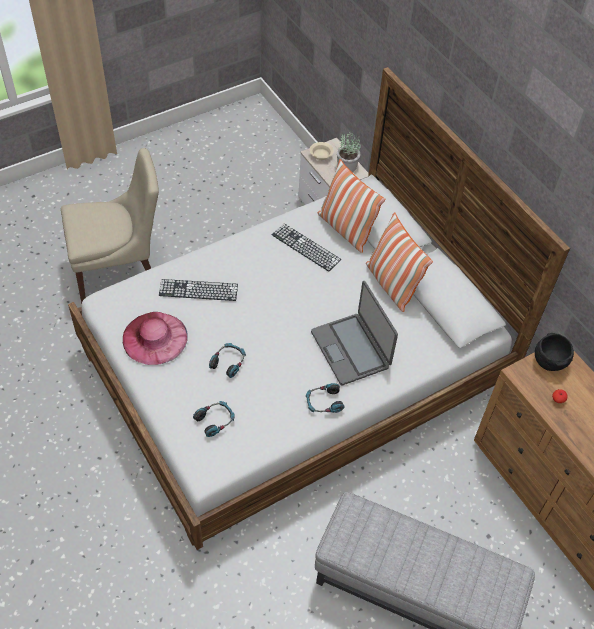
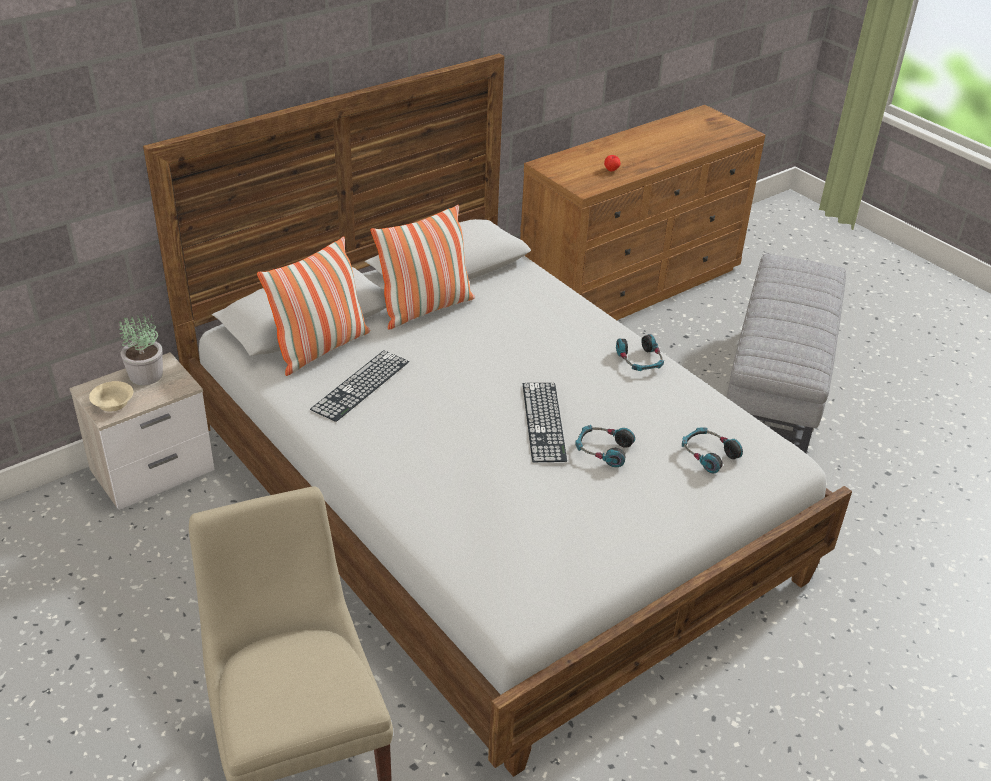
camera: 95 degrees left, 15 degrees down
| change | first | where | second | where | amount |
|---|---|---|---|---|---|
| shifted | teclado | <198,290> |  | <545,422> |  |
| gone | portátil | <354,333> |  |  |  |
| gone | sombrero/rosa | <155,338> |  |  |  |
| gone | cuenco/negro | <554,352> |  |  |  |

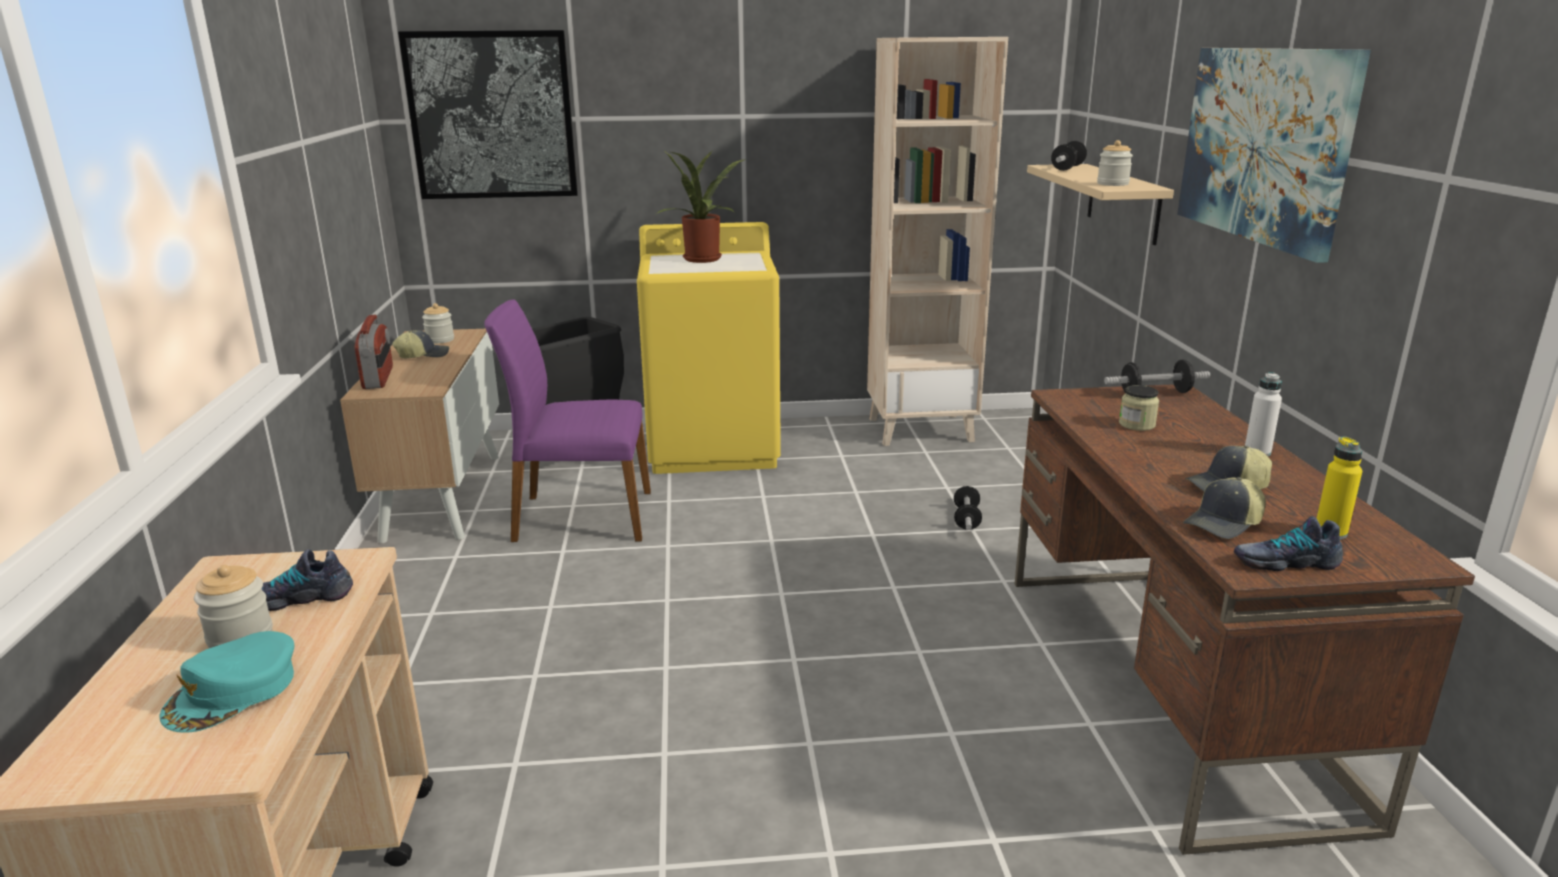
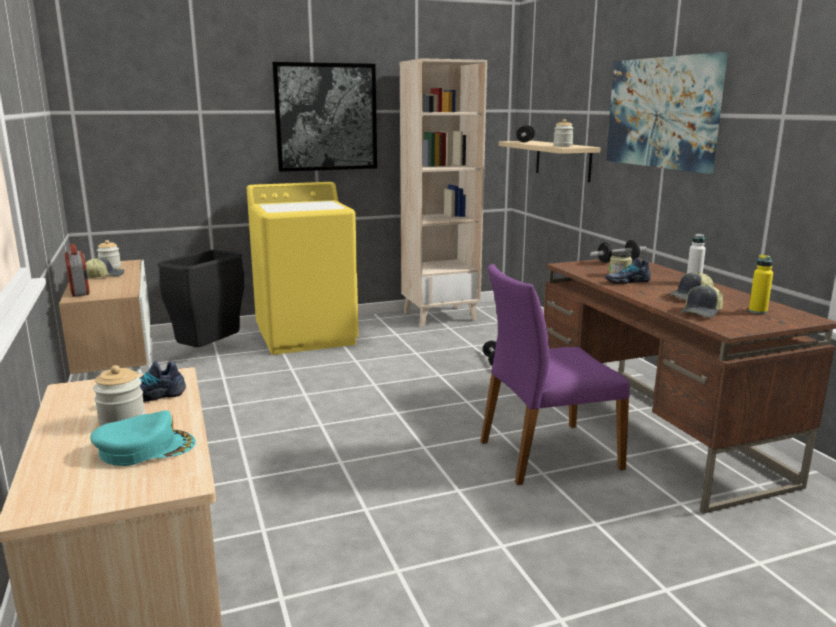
camera: 15 degrees left, 5 degrees down
| change | first | where | second | where | amount |
|---|---|---|---|---|---|
| shifted | cuadro | <488,114> |  | <324,117> |  |
| gone | planta en maceta | <701,206> |  |  |  |
| shifted | silla/morado | <567,420> |  | <555,374> |  |
| shifted | zapato | <1288,543> |  | <628,271> |  |
| rotated | gorra/turquesa | <227,682> |  | <143,438> | 120 degrees counterclockwise |

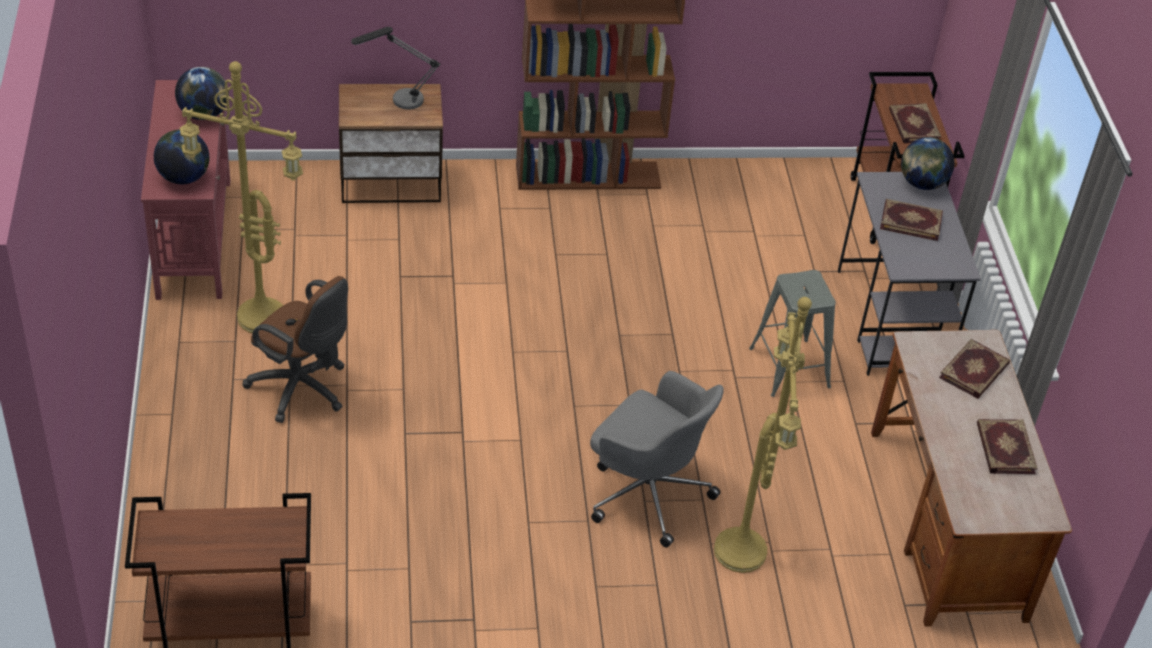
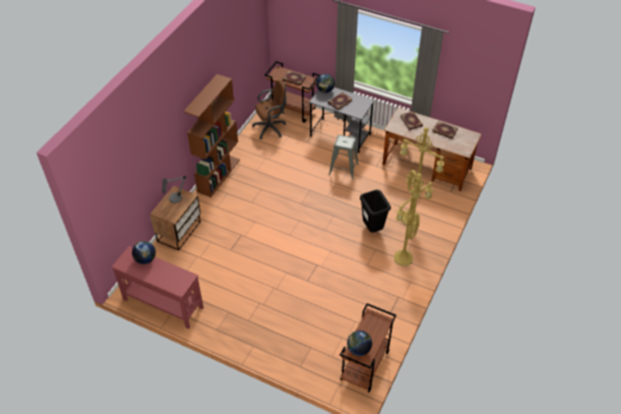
camera: 55 degrees left, 5 degrees up
| change | first | where | second | where | amount |
|---|---|---|---|---|---|
| shifted | lámpara de pie/amarillo | <241,197> |  | <413,219> |  |
| shifted | globo terráqueo | <181,156> |  | <359,343> |  |
| shifted | silla de oficina/marrón | <295,349> |  | <269,110> |  |
| swapped | silla de oficina/gris | <657,459> | papelera/negro | <375,211> |  |

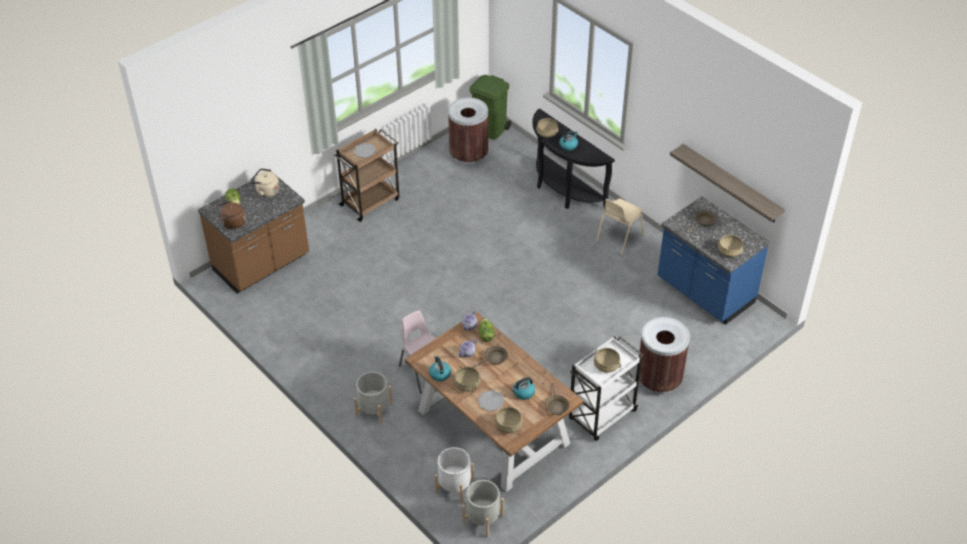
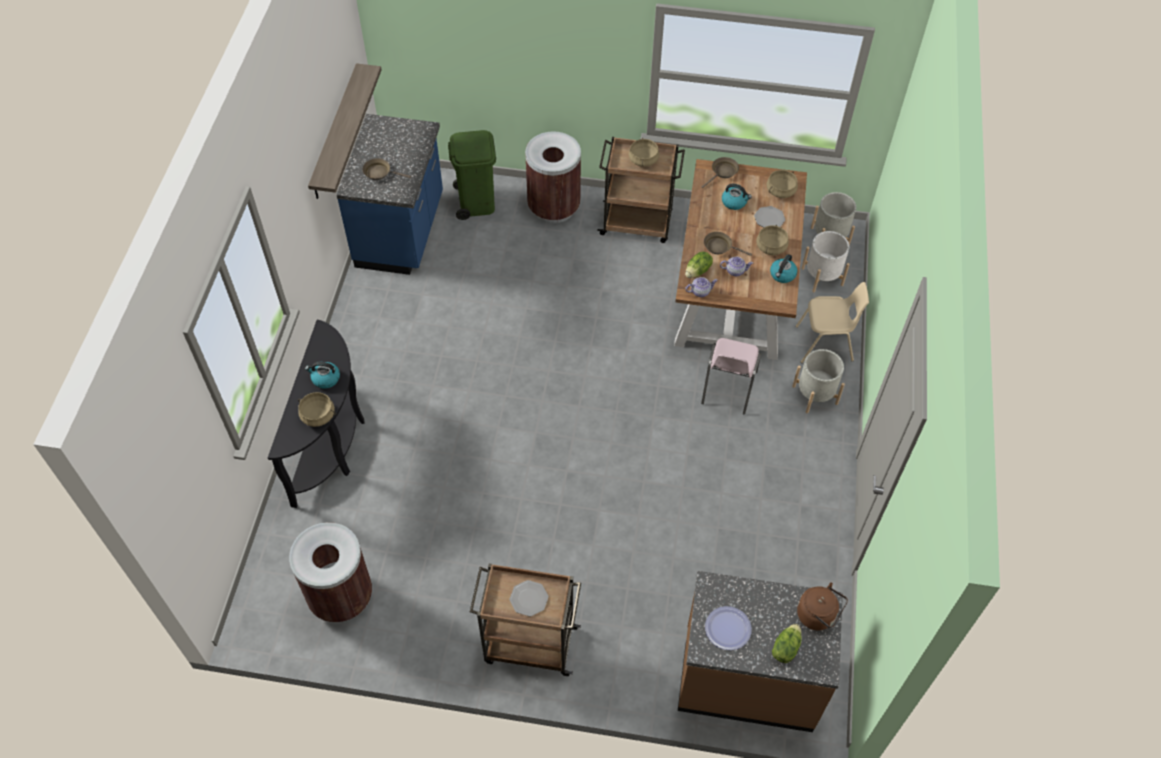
camera: 130 degrees left, 10 degrees up
| change | first | where | second | where | amount |
|---|---|---|---|---|---|
| shifted | papelera/verde | <490,107> |  | <472,175> |  |
| swapped | hervidor/beis | <264,183> | plato | <728,628> |  |
| shifted | silla/beis | <620,227> |  | <832,322> |  |
| gone | olla/beis | <730,246> |  |  |  |
| repainted | carrito/blanco | <606,388> | carrito/marrón | <641,190> |  |

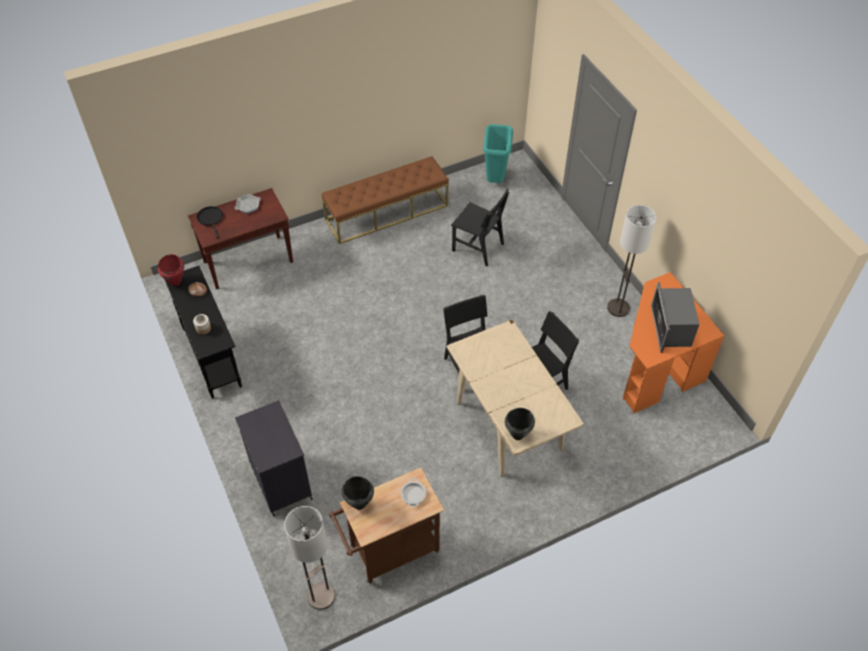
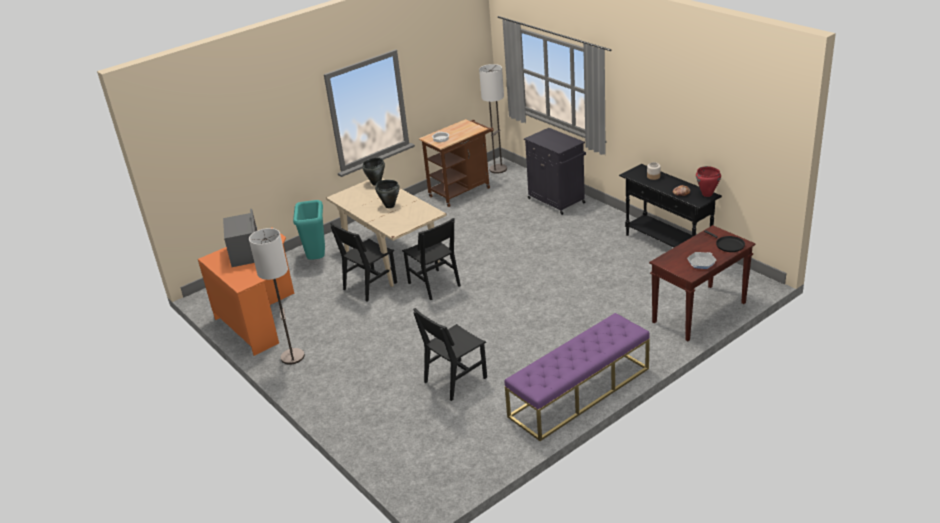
camera: 170 degrees right, 20 degrees down
| change | first | where | second | where | amount |
|---|---|---|---|---|---|
| shifted | papelera/turquesa | <498,153> |  | <309,230> |  |
| repainted | banco/marrón | <385,200> | banco/morado | <577,377> |  |
| rotated | silla/negro | <480,227> |  | <450,354> | 60 degrees counterclockwise |
| shifted | olla/negro | <357,493> |  | <387,194> |  |

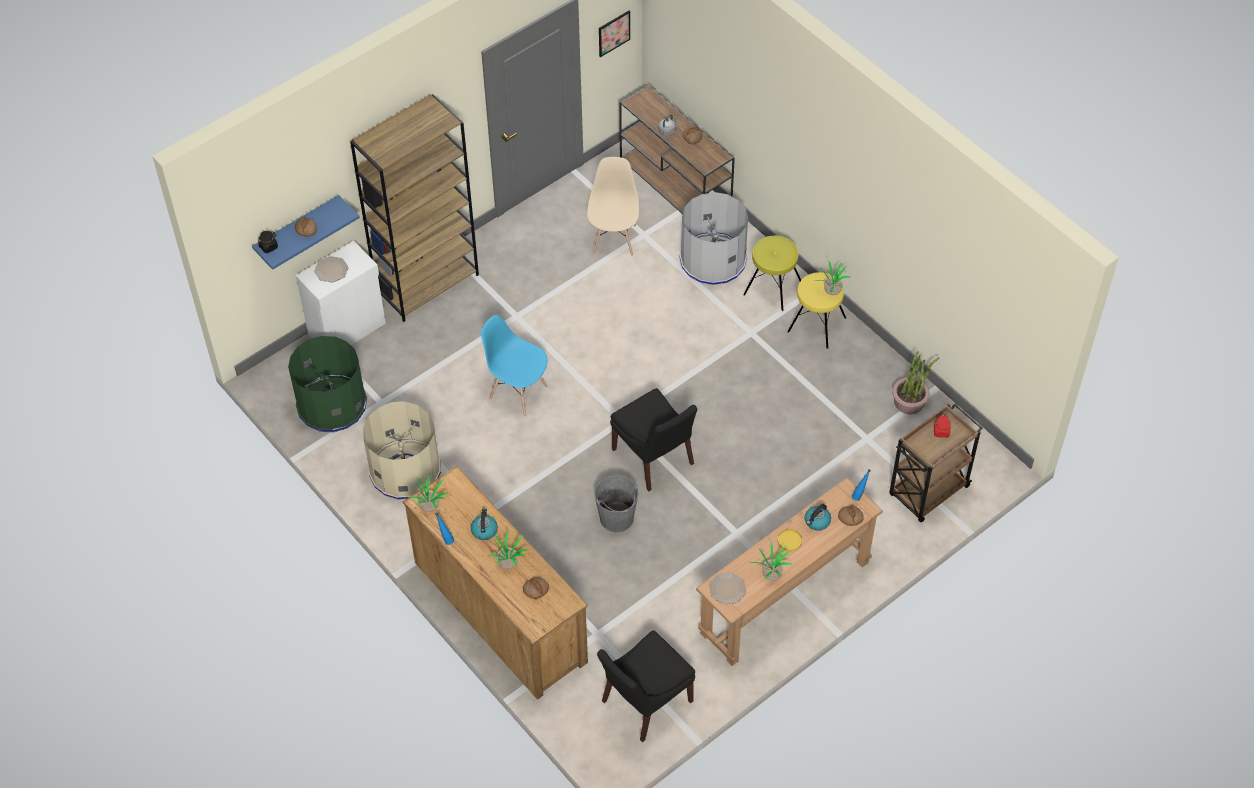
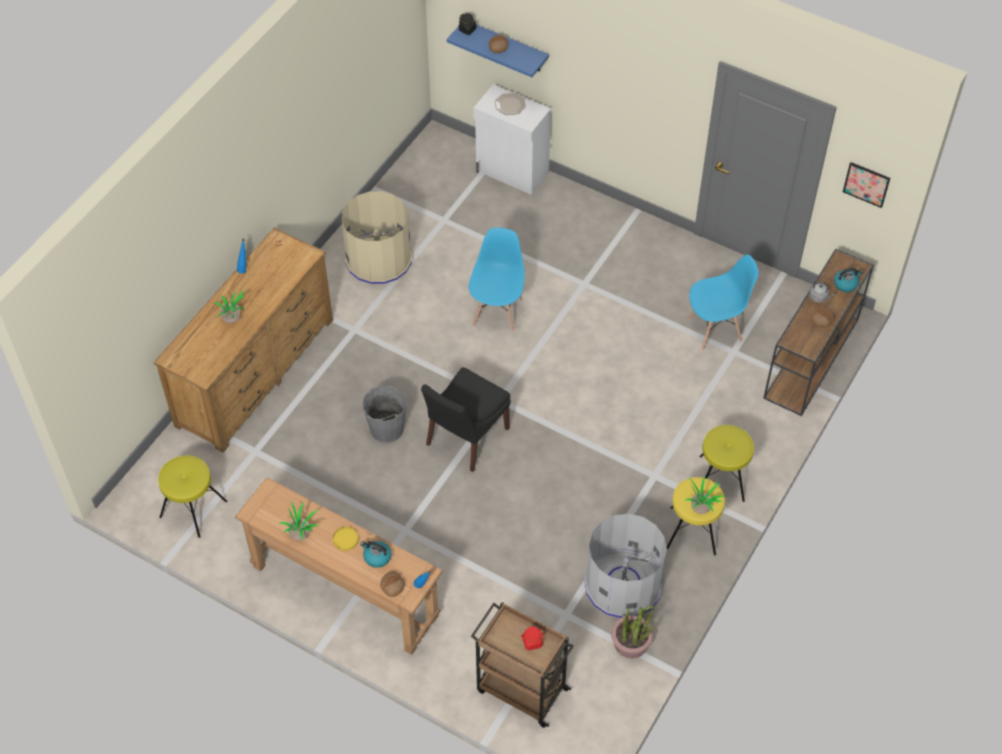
camera: 70 degrees right, 0 degrees up
| change | first | where | second | where | amount |
|---|---|---|---|---|---|
| gone | estantería/marrón | <414,208> |  |  |  |
| repainted | silla/beis | <613,206> | silla/azul | <723,303> |  |
| shifted | papelera/gris | <713,238> |  | <625,566> |  |
| gone | papelera/verde | <327,384> |  |  |  |
| gone | planta en maceta | <429,493> |  |  |  |
| shifted | hervidor | <484,524> |  | <848,280> |  |
| gone | plato | <727,588> |  |  |  |
| gone | pan | <536,588> |  |  |  |
| swapped | silla/negro | <646,686> | taburete/amarillo | <192,496> |  |

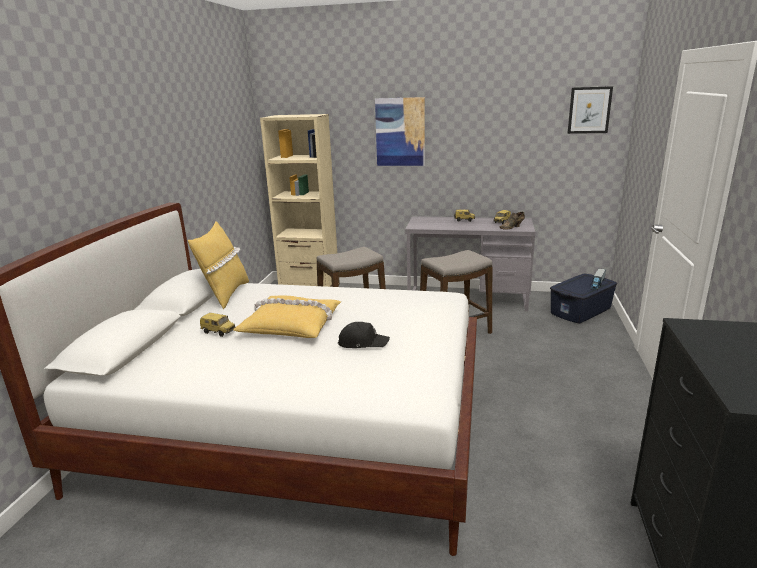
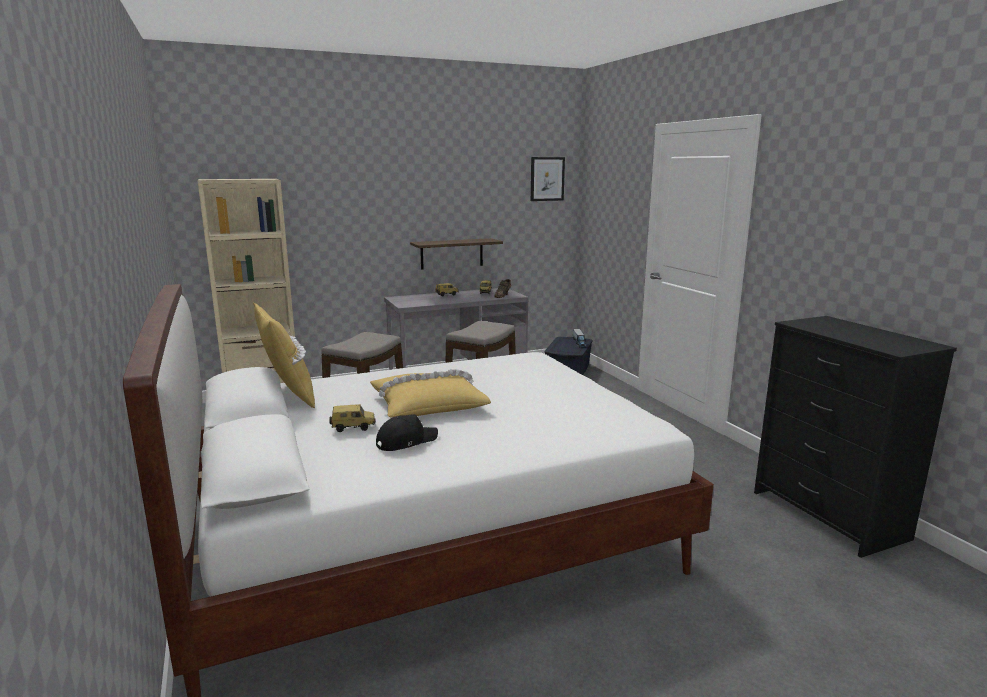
camera: 35 degrees left, 5 degrees down
| change | first | where | second | where | amount |
|---|---|---|---|---|---|
| gone | cuadro | <400,131> |  |  |  |
| shifted | gorra/negro | <364,335> |  | <407,432> |  |
| new |  |  | estante | <456,254> |  |

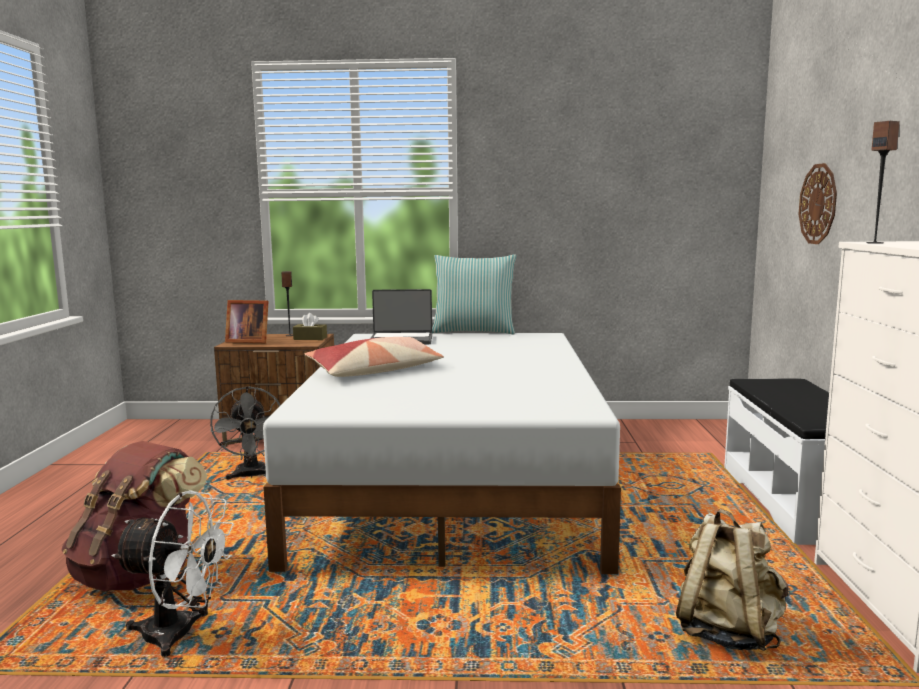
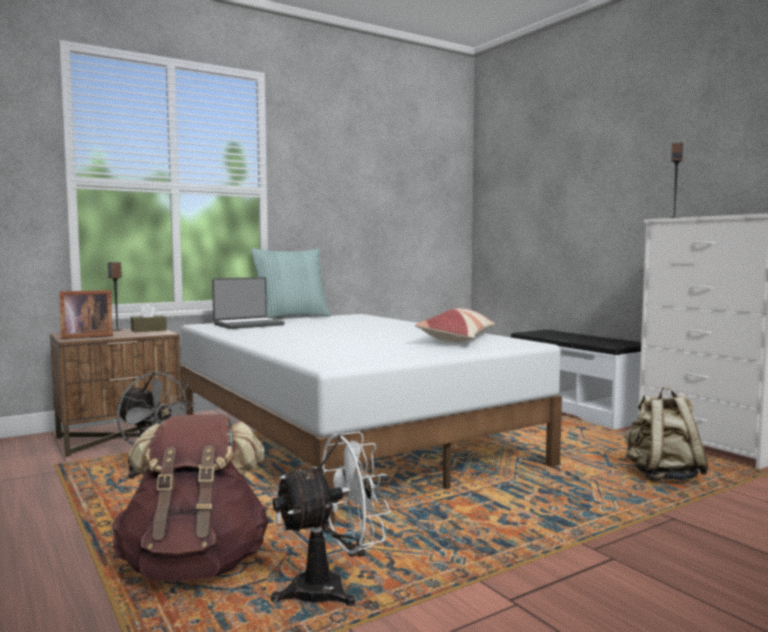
camera: 35 degrees left, 5 degrees down
| change | first | where | second | where | amount |
|---|---|---|---|---|---|
| gone | reloj de pared | <817,203> |  |  |  |
| shifted | cojín | <374,357> |  | <455,325> |  |

